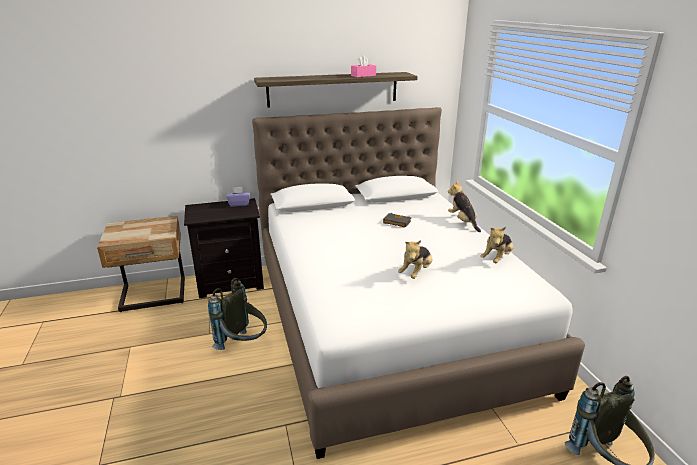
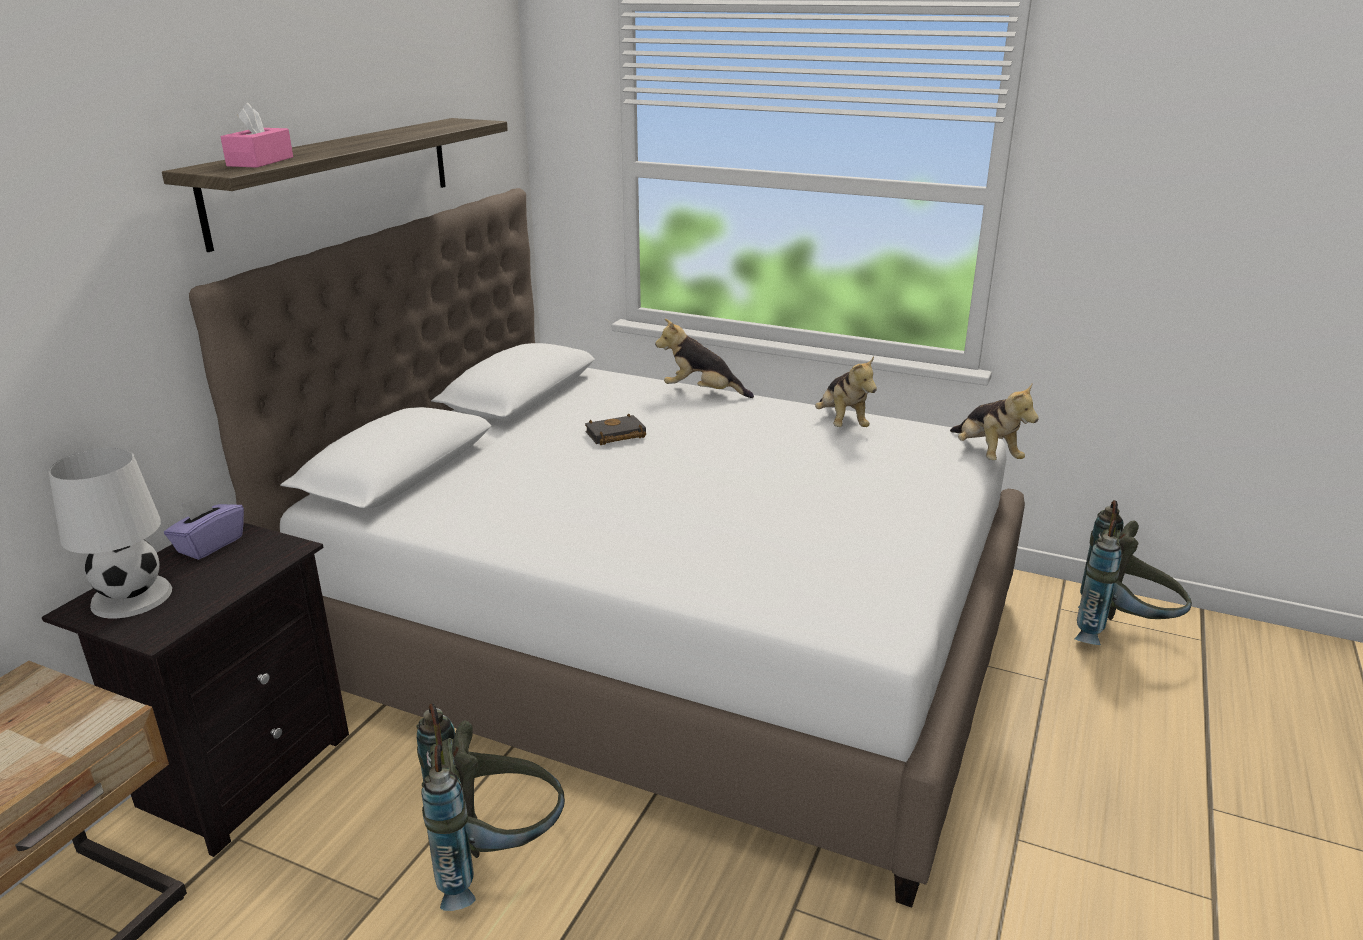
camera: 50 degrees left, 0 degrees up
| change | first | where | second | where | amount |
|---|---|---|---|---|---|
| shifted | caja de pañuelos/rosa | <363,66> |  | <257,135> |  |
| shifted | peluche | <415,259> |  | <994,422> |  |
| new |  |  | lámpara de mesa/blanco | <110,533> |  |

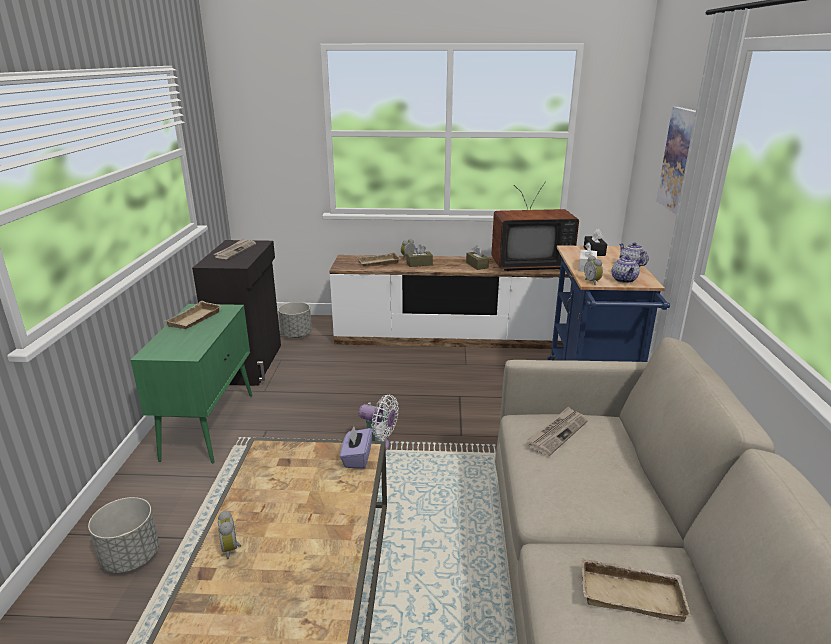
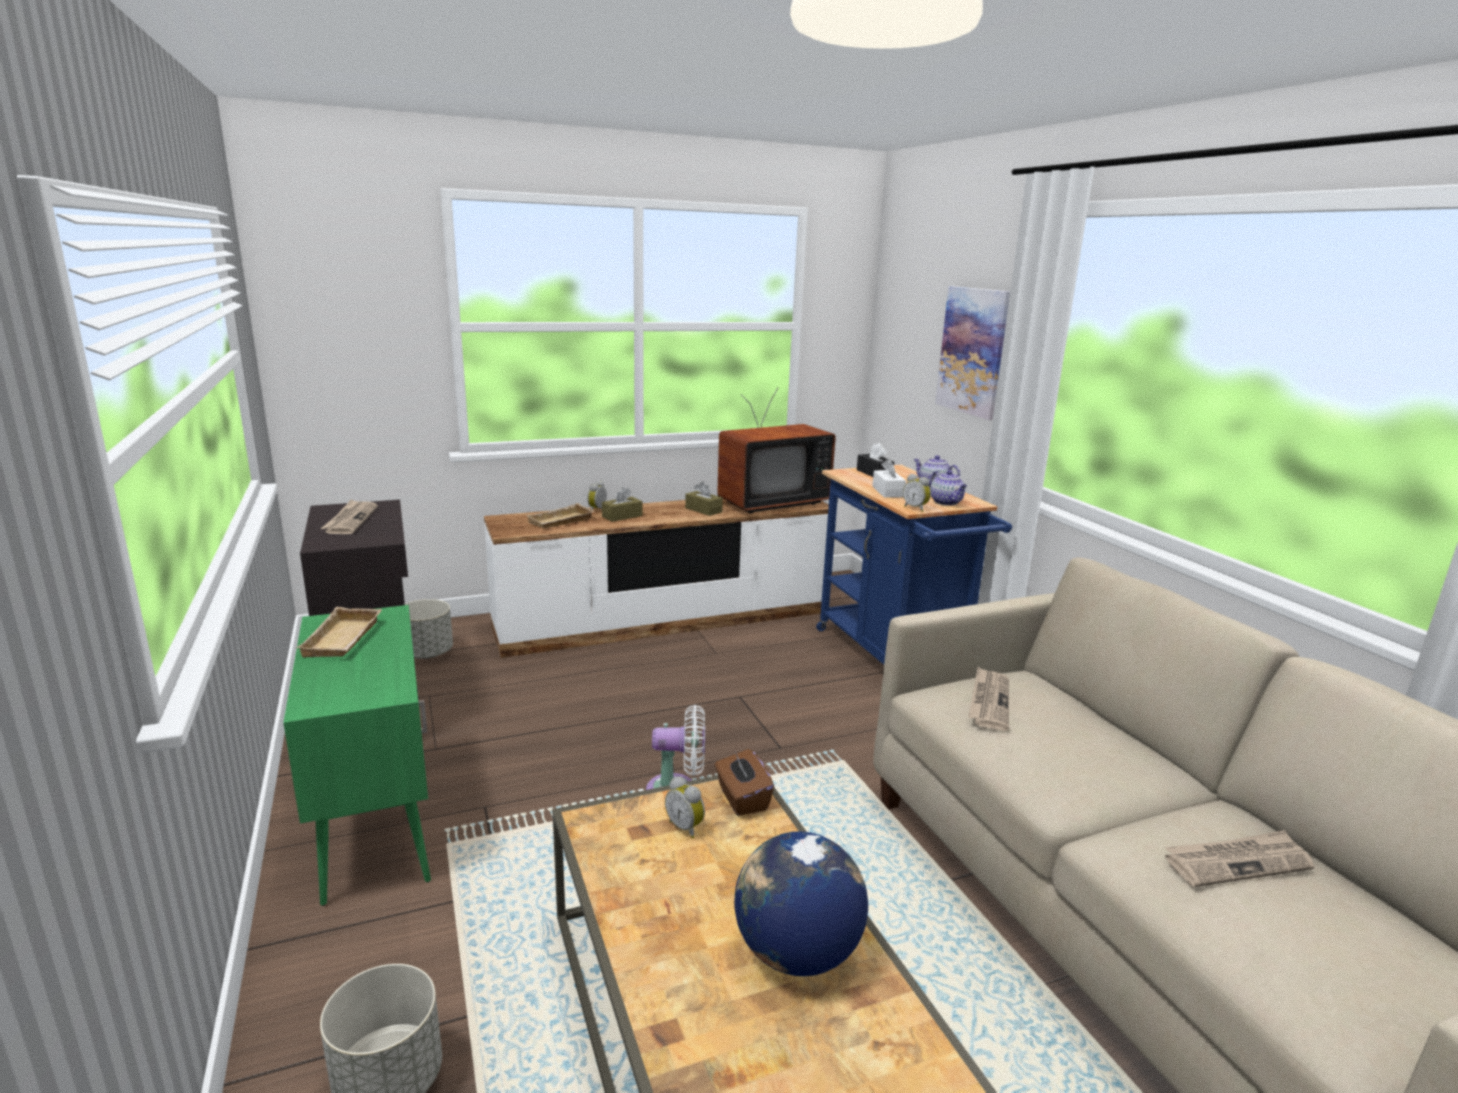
camera: 25 degrees left, 5 degrees down
| change | first | where | second | where | amount |
|---|---|---|---|---|---|
| repainted | caja de pañuelos/morado | <356,447> | caja de pañuelos/marrón | <744,782> |  |
| shifted | despertador | <229,534> |  | <685,807> |  |
| swapped | bandeja/beis | <636,590> | periódico | <1239,858> |  |
| new |  |  | globo terráqueo | <801,903> |  |

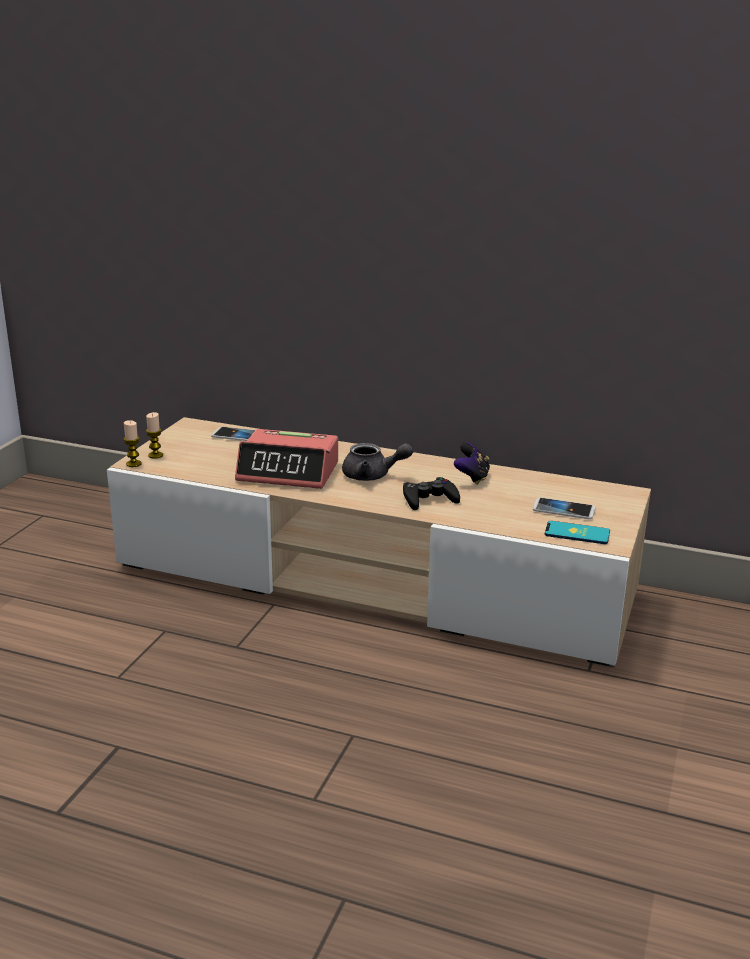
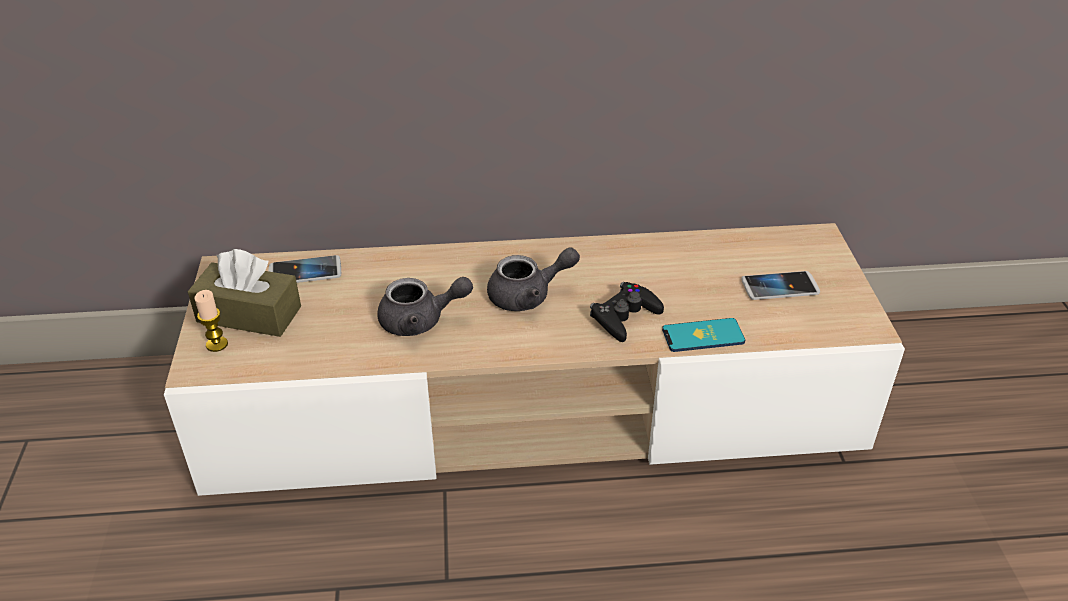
camera: 25 degrees left, 15 degrees up
| change | first | where | second | where | amount |
|---|---|---|---|---|---|
| gone | vela | <133,443> |  |  |  |
| swapped | despertador | <286,459> | tetera/gris | <425,306> |  |
| gone | mando de consola | <472,463> |  |  |  |
| shifted | móvil | <577,532> |  | <703,335> |  |
| new |  |  | caja de pañuelos/marrón | <244,293> |  |

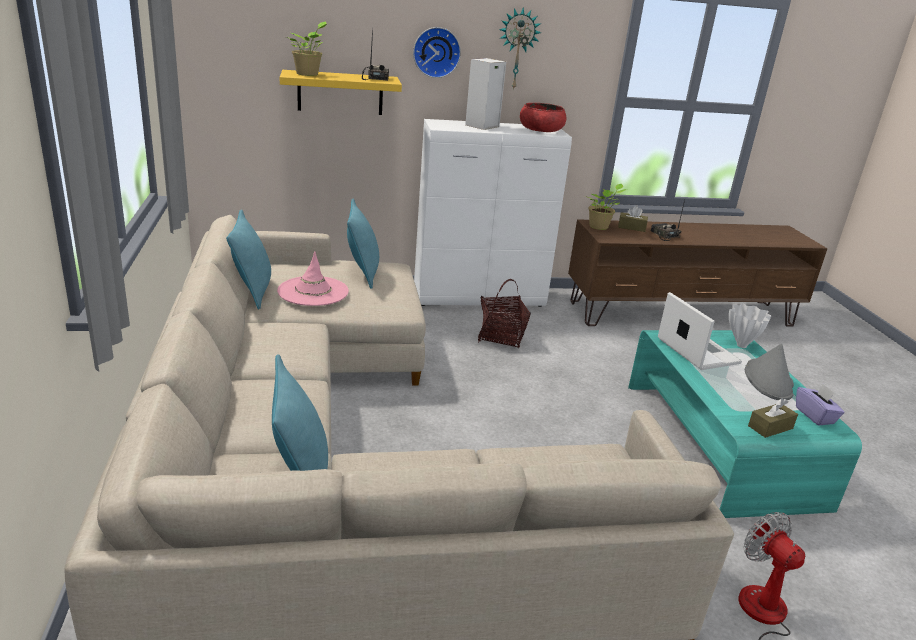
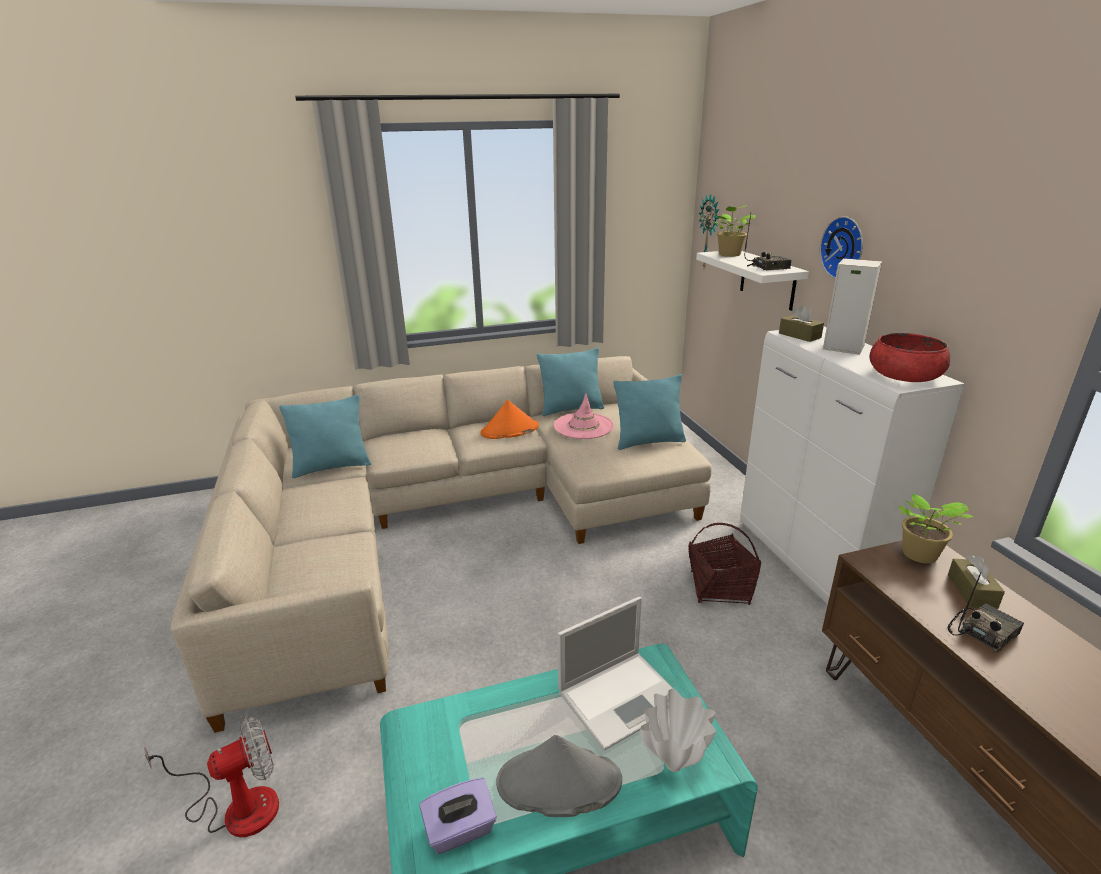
camera: 85 degrees right, 0 degrees up
| change | first | where | second | where | amount |
|---|---|---|---|---|---|
| shifted | reloj de pared | <520,49> |  | <709,231> |  |
| repainted | estante/amarillo | <341,92> | estante/blanco | <752,281> |  |
| shifted | caja de pañuelos/marrón | <773,418> |  | <801,323> |  |
| new |  |  | sombrero/naranja | <510,419> |  |

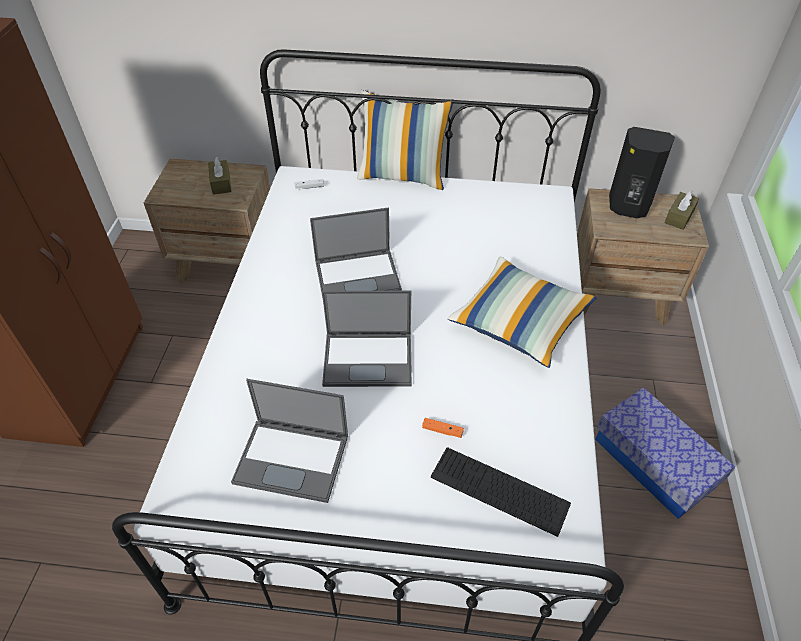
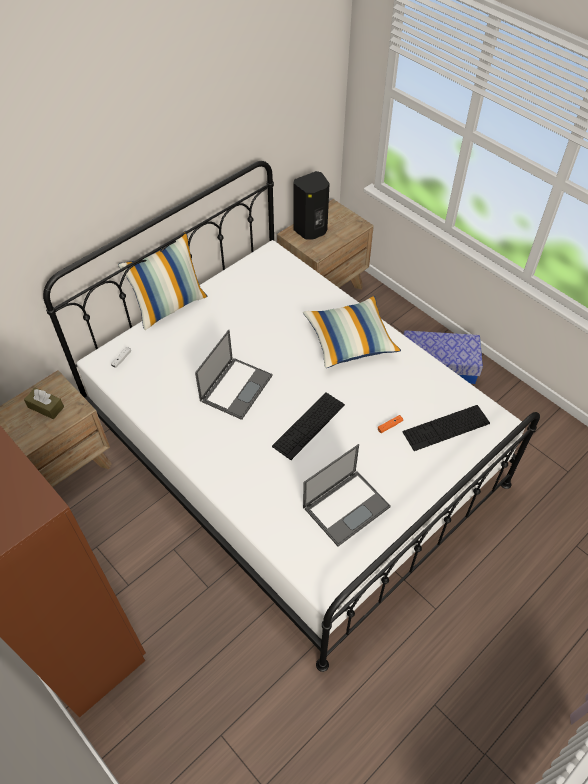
camera: 50 degrees left, 5 degrees up
| change | first | where | second | where | amount |
|---|---|---|---|---|---|
| gone | caja de pañuelos/marrón | <682,210> |  |  |  |
| swapped | portátil | <367,338> | teclado | <308,426> |  |

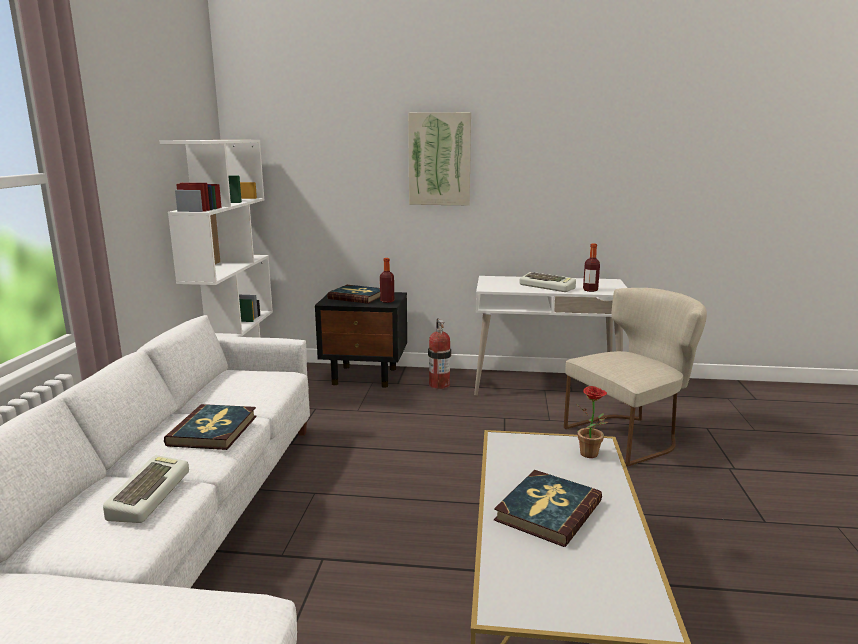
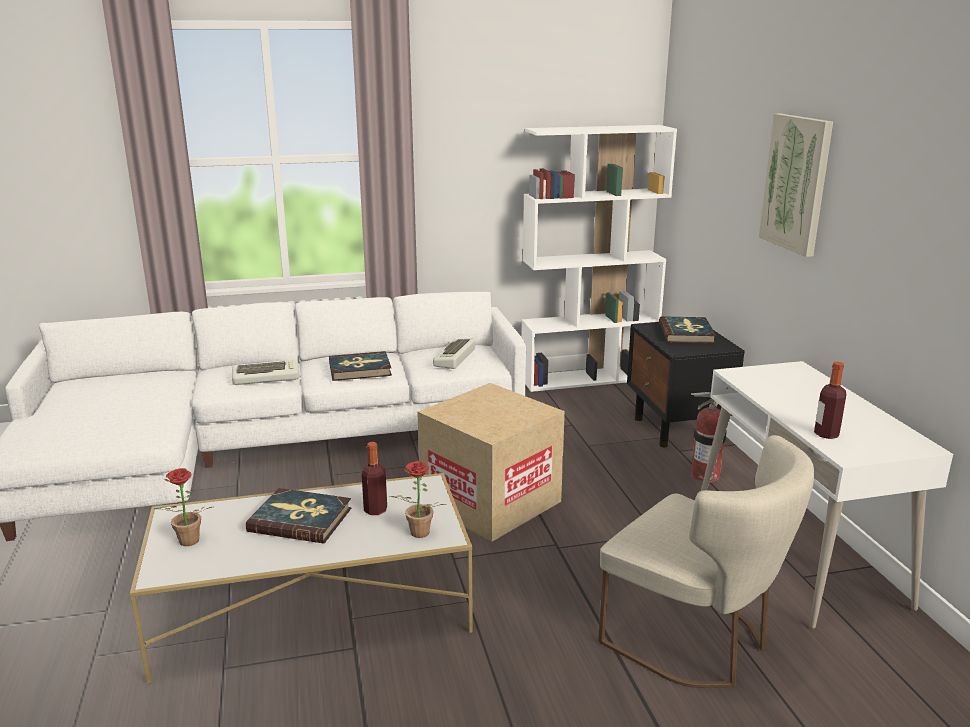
camera: 70 degrees right, 5 degrees up
| change | first | where | second | where | amount |
|---|---|---|---|---|---|
| shifted | botella | <387,280> |  | <374,478> |  |
| shifted | teclado | <547,282> |  | <454,354> |  |
| new |  |  | caja de cartón | <491,462> |  |
| new |  |  | planta en maceta | <183,507> |  |

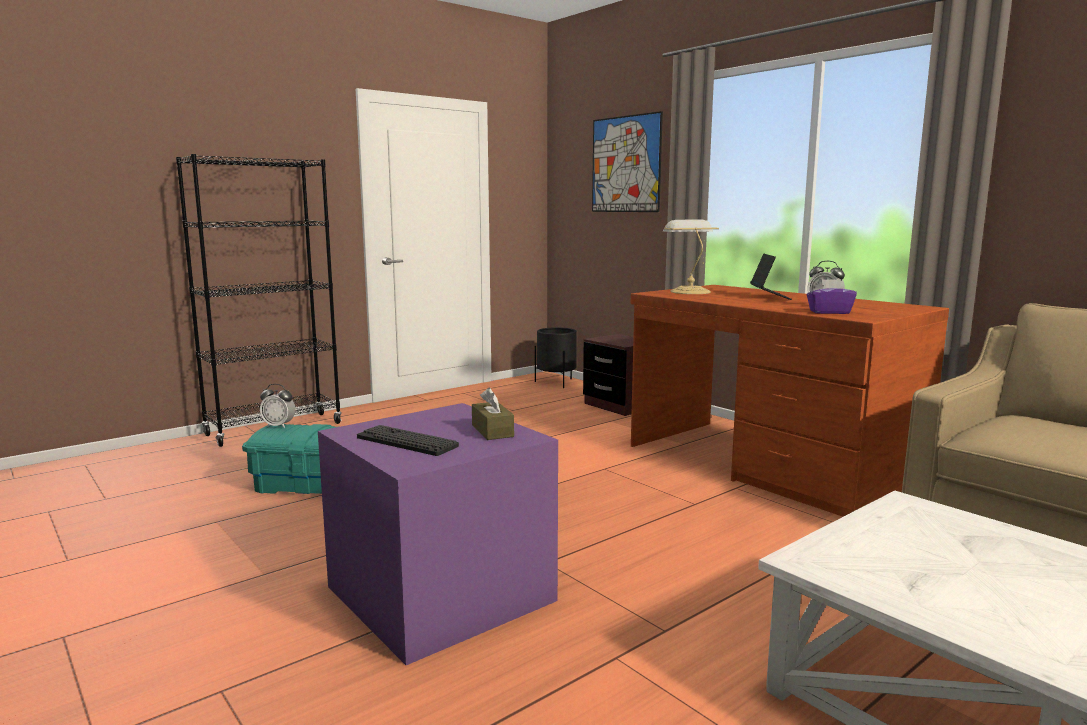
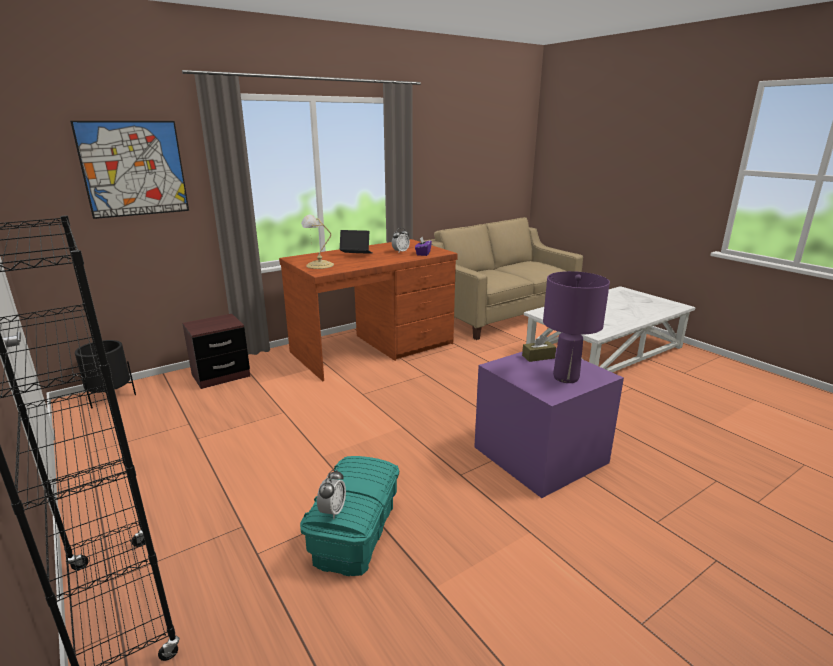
camera: 85 degrees left, 10 degrees up
| change | first | where | second | where | amount |
|---|---|---|---|---|---|
| swapped | teclado | <408,440> | lámpara de mesa/morado | <576,327> |  |

